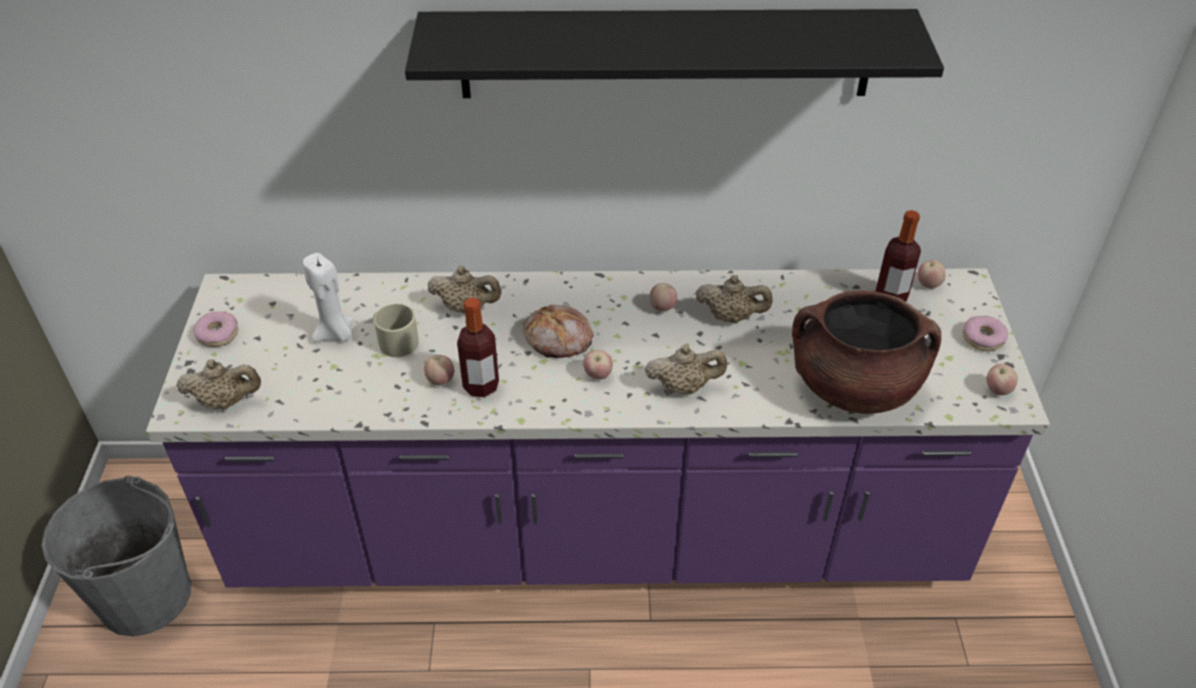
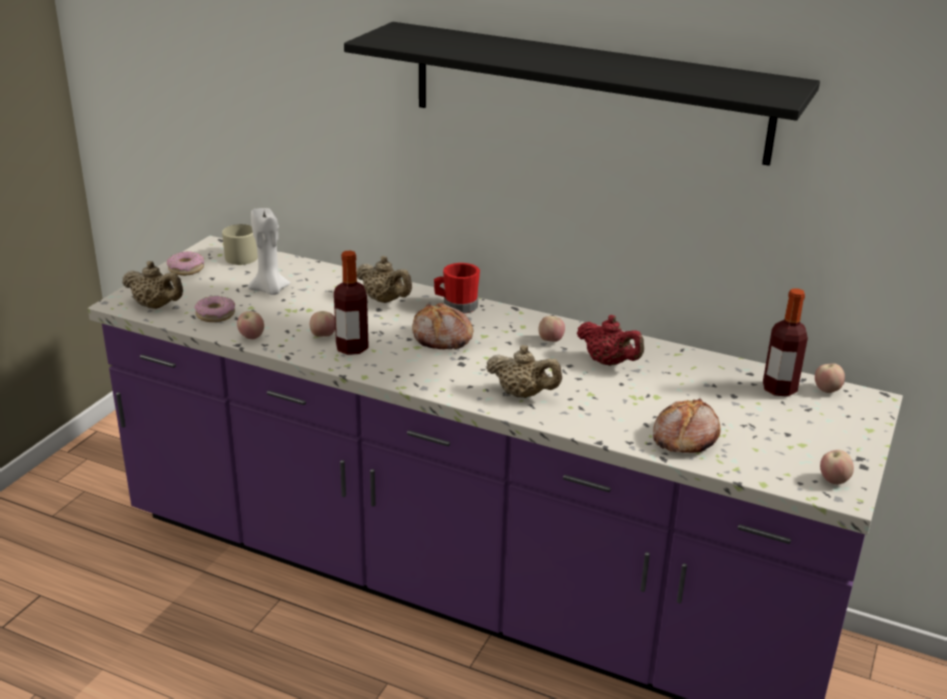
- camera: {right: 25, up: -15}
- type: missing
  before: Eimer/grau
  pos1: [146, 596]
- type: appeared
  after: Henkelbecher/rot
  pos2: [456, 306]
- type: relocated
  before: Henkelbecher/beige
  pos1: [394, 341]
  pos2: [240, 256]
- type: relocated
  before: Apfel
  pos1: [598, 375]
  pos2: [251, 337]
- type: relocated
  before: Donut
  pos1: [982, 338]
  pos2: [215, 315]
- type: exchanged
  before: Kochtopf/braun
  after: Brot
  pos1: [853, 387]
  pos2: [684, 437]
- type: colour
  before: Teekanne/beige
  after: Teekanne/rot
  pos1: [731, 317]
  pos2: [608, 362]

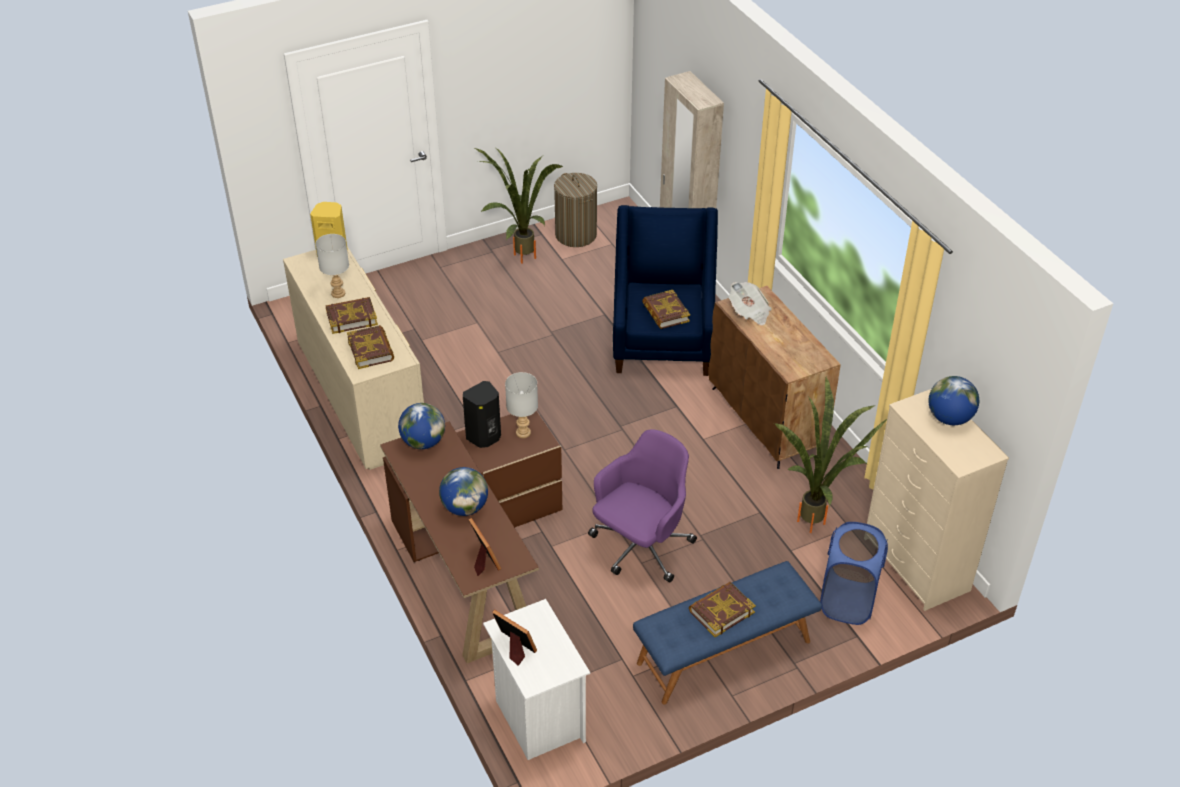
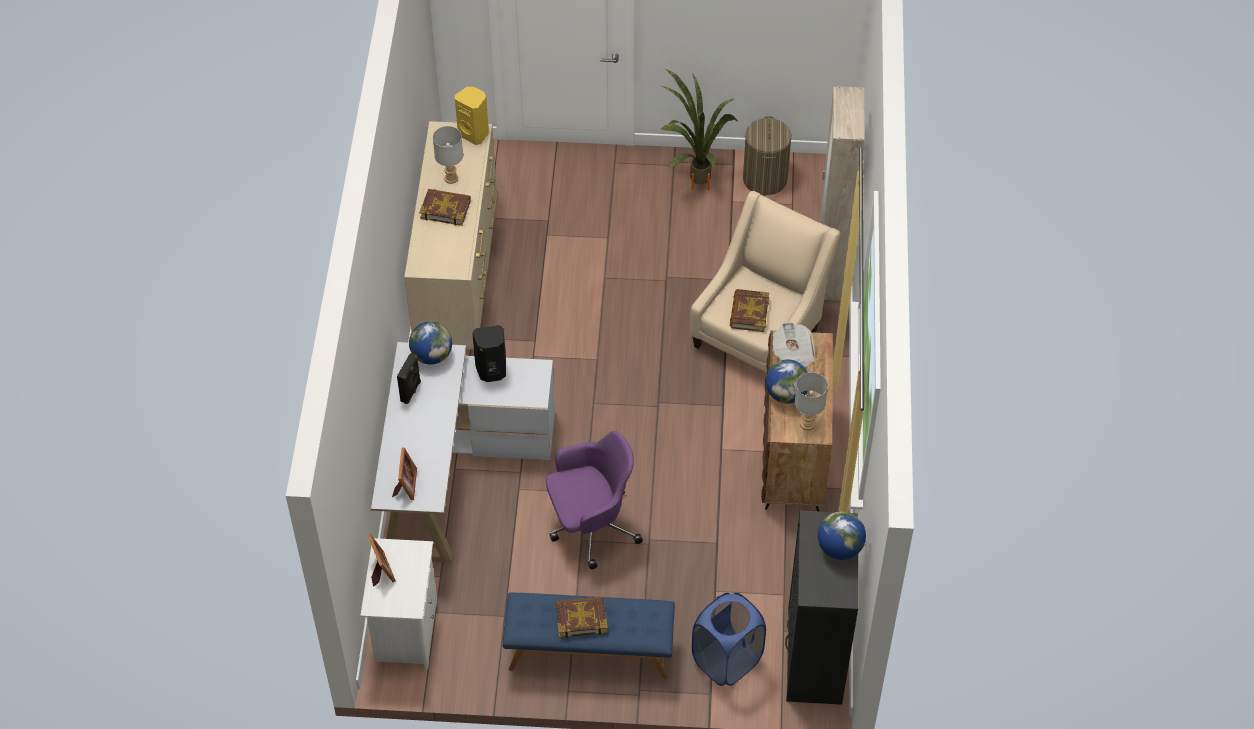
- camera: {right: 30, up: 10}
- type: missing
  before: Buch
  pos1: [371, 350]
- type: missing
  before: Topfpflanze
  pos1: [818, 520]
- type: appeared
  after: Lautsprecher/schwarz
  pos2: [411, 391]
- type: relocated
  before: Globus
  pos1: [465, 507]
  pos2: [786, 394]
- type: relocated
  before: Tischlampe/grau
  pos1: [523, 432]
  pos2: [807, 424]
- type: colour
  before: Schreibtisch/braun
  after: Schreibtisch/weiß
  pos1: [476, 557]
  pos2: [452, 470]
- type: colour
  before: Sessel/blau
  after: Sessel/beige
  pos1: [663, 342]
  pos2: [760, 333]
- type: colour
  before: Kommode/beige
  after: Kommode/schwarz
  pos1: [917, 565]
  pos2: [814, 658]

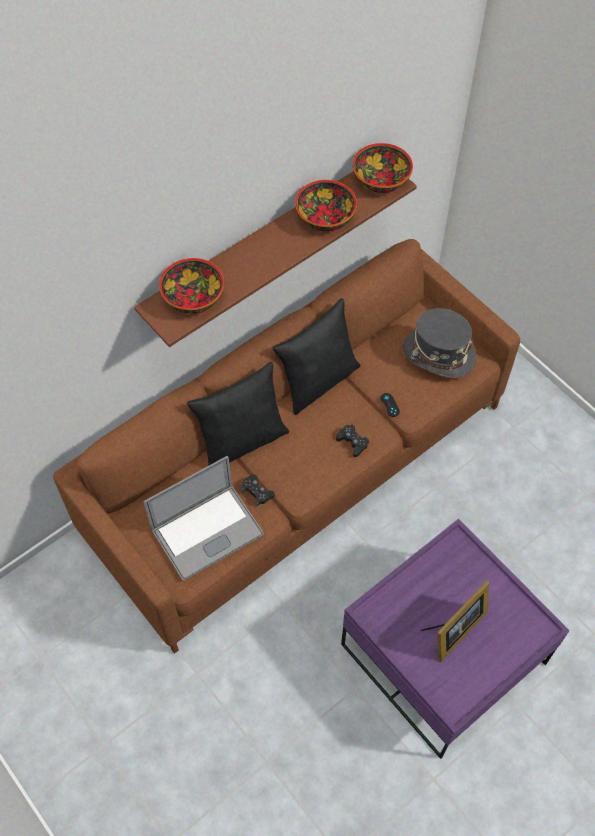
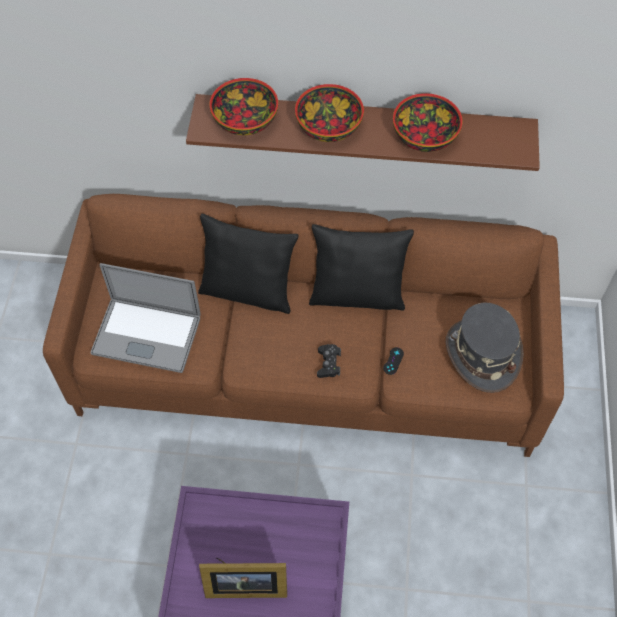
- camera: {right: 45, up: 0}
- type: missing
  before: Gamepad/schwarz
  pos1: [257, 492]
- type: relocated
  before: Schüssel
  pos1: [381, 181]
  pos2: [328, 127]

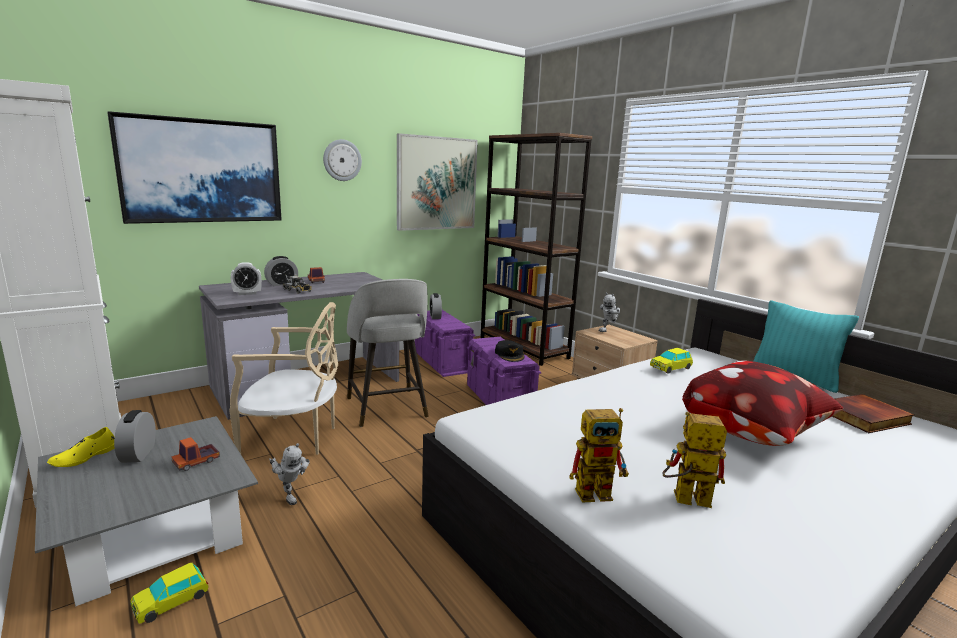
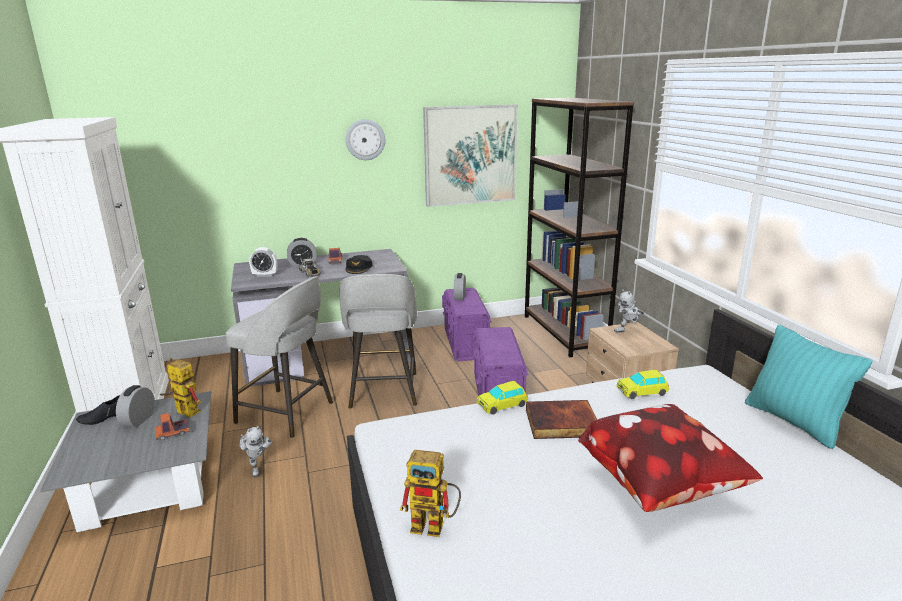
- camera: {right: 20, up: 5}
- type: missing
  before: Bild
  pos1: [202, 171]
- type: relocated
  before: Spielzeugauto
  pos1: [171, 601]
  pos2: [502, 405]
- type: relocated
  before: Kappe/schwarz
  pos1: [510, 355]
  pos2: [359, 268]
- type: relocated
  before: Spielzeugroboter
  pos1: [684, 500]
  pos2: [183, 411]
- type: relocated
  before: Buch
  pos1: [865, 417]
  pos2: [561, 424]
- type: exchanged
  before: Stuhl/beige
  after: Hocker/grau
  pos1: [293, 439]
  pos2: [287, 413]
- type: colour
  before: Schuh/gelb
  after: Schuh/schwarz
  pos1: [84, 457]
  pos2: [103, 417]

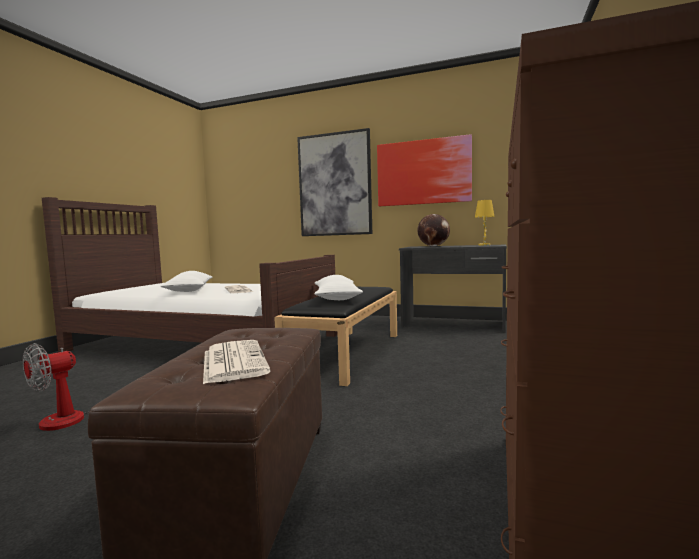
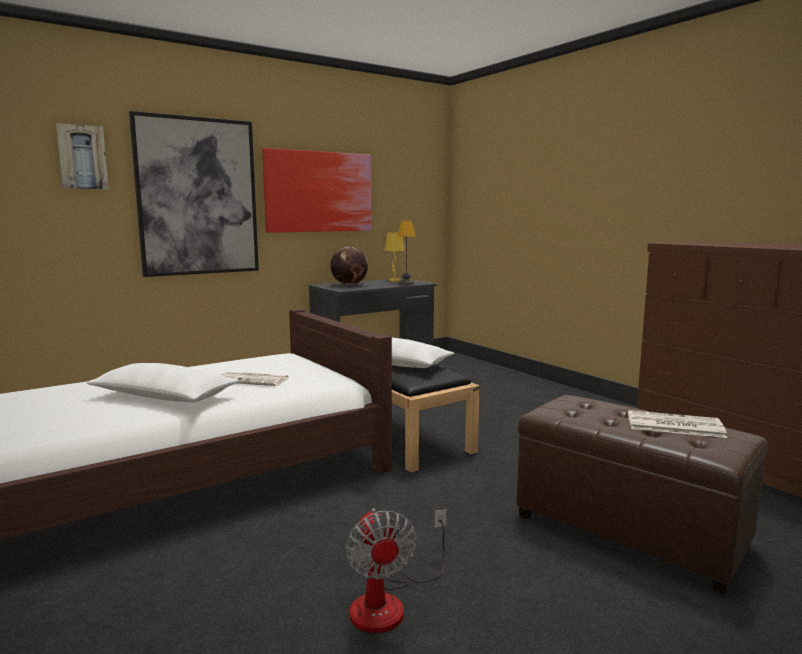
- camera: {right: -55, up: 5}
- type: appeared
  after: Bild
  pos2: [82, 157]
- type: appeared
  after: Tischlampe
  pos2: [406, 284]

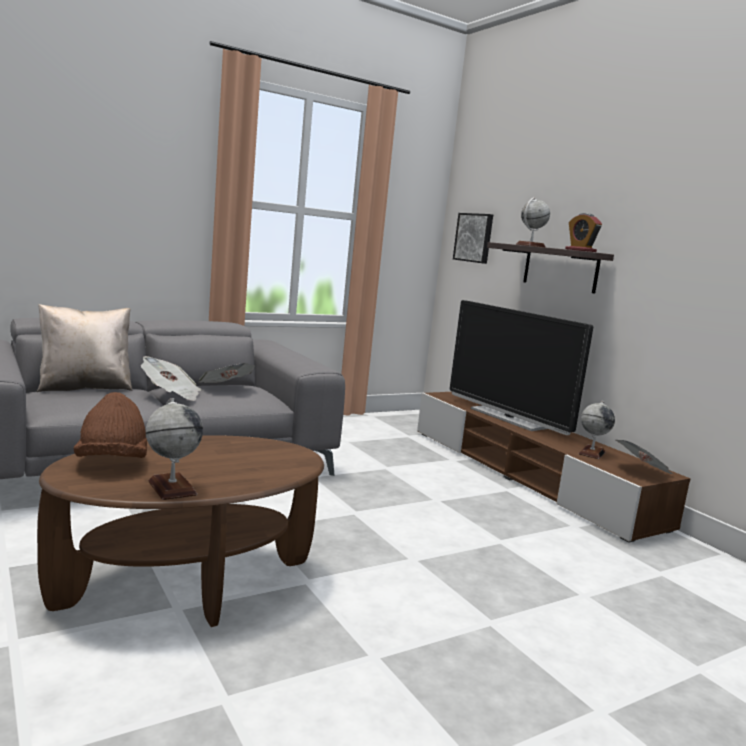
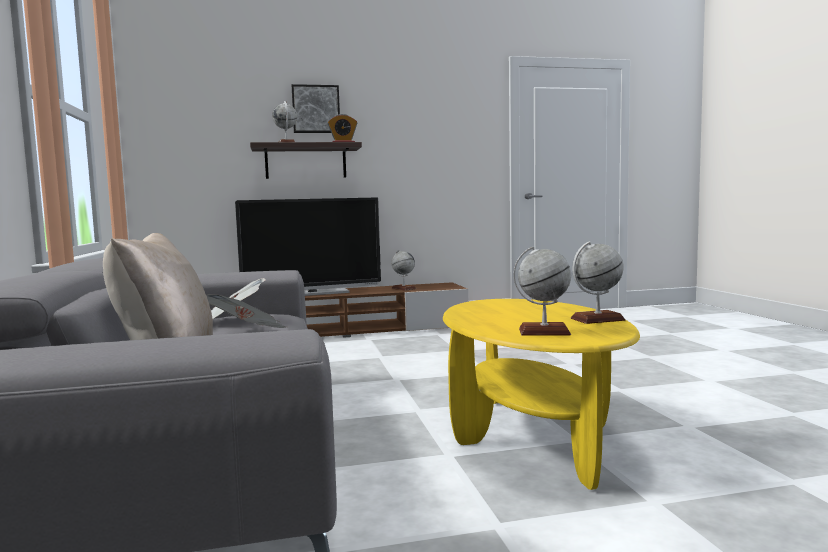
- camera: {right: -70, up: -5}
- type: missing
  before: Zeitung
  pos1: [643, 472]
- type: relocated
  before: Bild
  pos1: [474, 238]
  pos2: [316, 109]
- type: exchanged
  before: Hut/braun
  after: Globus
  pos1: [112, 463]
  pos2: [544, 331]
- type: colour
  before: Couchtisch/braun
  after: Couchtisch/gelb
  pos1: [188, 584]
  pos2: [532, 436]

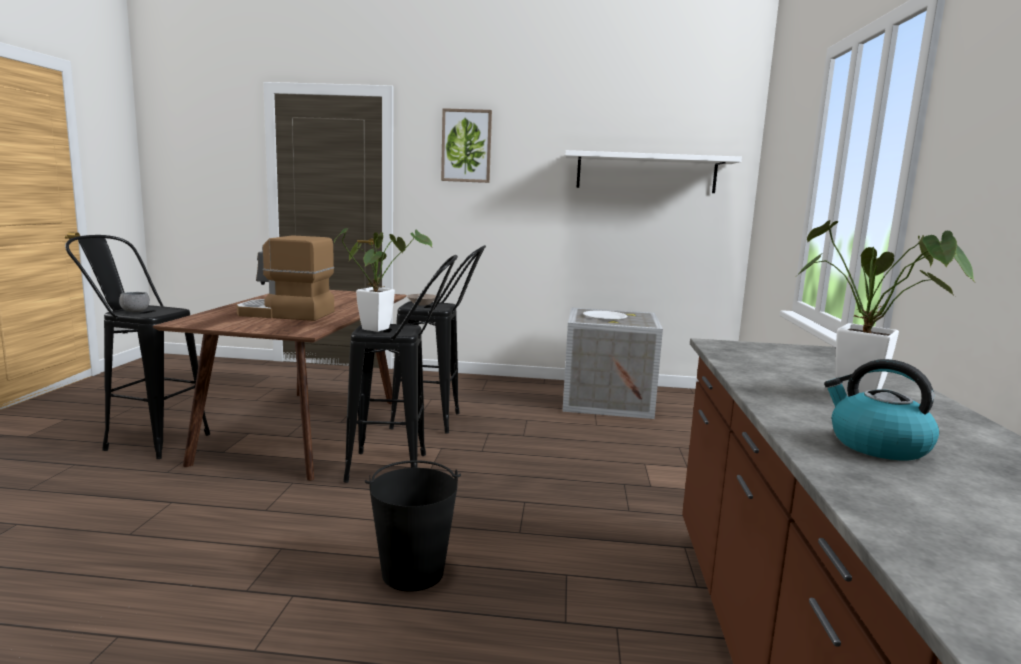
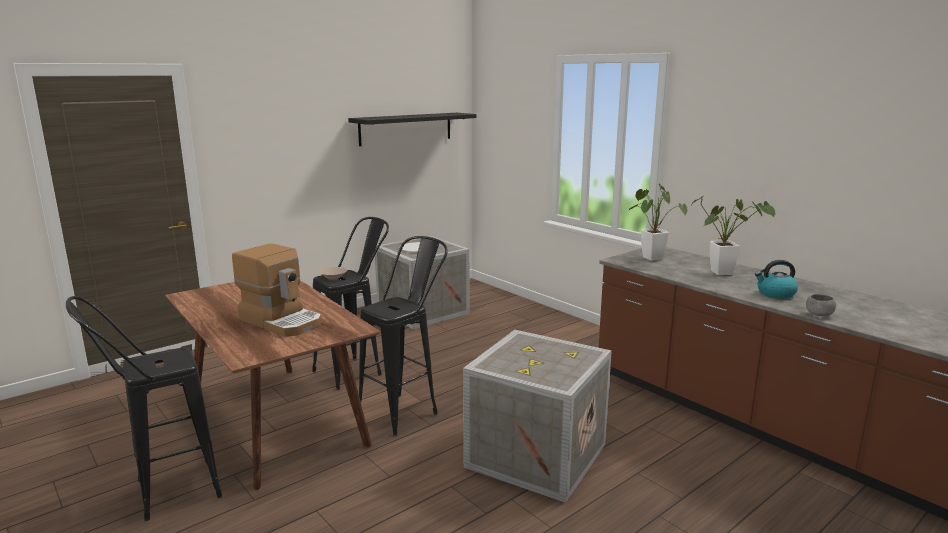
- camera: {right: -45, up: 5}
- type: missing
  before: Bild
  pos1: [466, 146]
- type: relocated
  before: Schüssel/grau
  pos1: [135, 311]
  pos2: [819, 314]
- type: relocated
  before: Topfpflanze
  pos1: [379, 328]
  pos2: [650, 257]
- type: exchanged
  before: Eimer/schwarz
  after: Kiste
  pos1: [413, 572]
  pos2: [535, 454]
- type: colour
  before: Wandregal/weiß
  after: Wandregal/schwarz
  pos1: [646, 173]
  pos2: [406, 128]
- type: spun
  before: Kaffeemaschine
  pos1: [285, 314]
  pos2: [282, 321]
  turn: -105

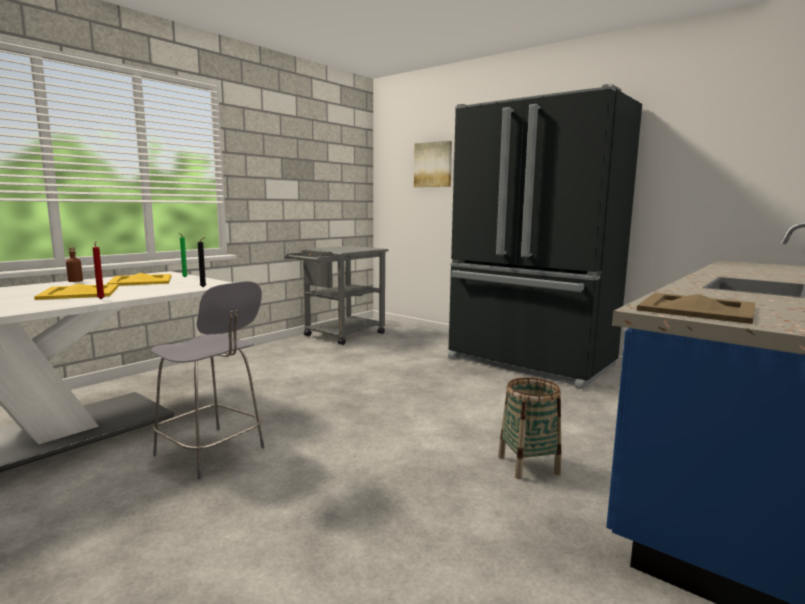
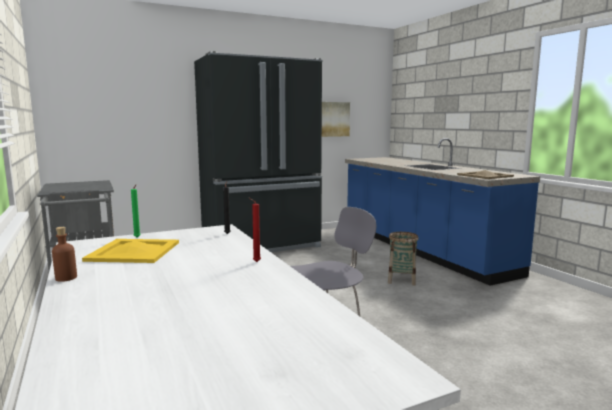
- camera: {right: -65, up: 0}
- type: missing
  before: Tablett/gelb
  pos1: [79, 293]
- type: relocated
  before: Bild
  pos1: [433, 164]
  pos2: [333, 119]

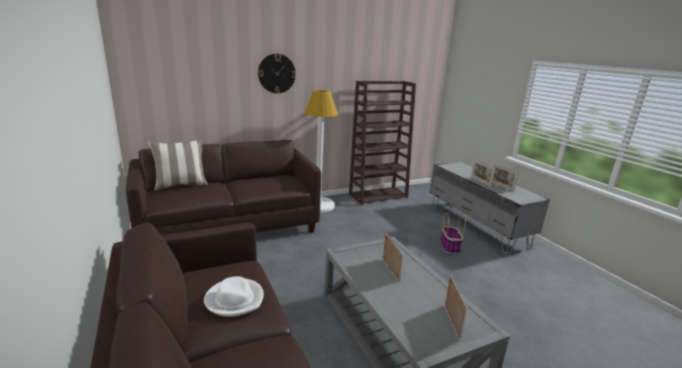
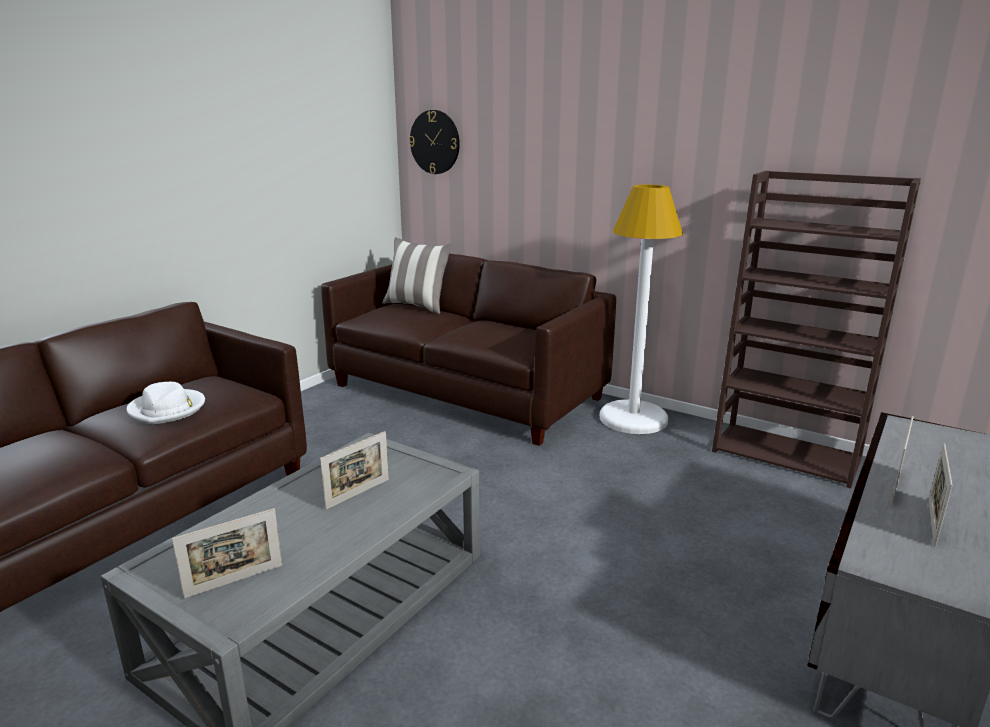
- camera: {right: 60, up: 0}
- type: missing
  before: Korb
  pos1: [450, 247]
- type: relocated
  before: Wanduhr
  pos1: [276, 73]
  pos2: [435, 142]

